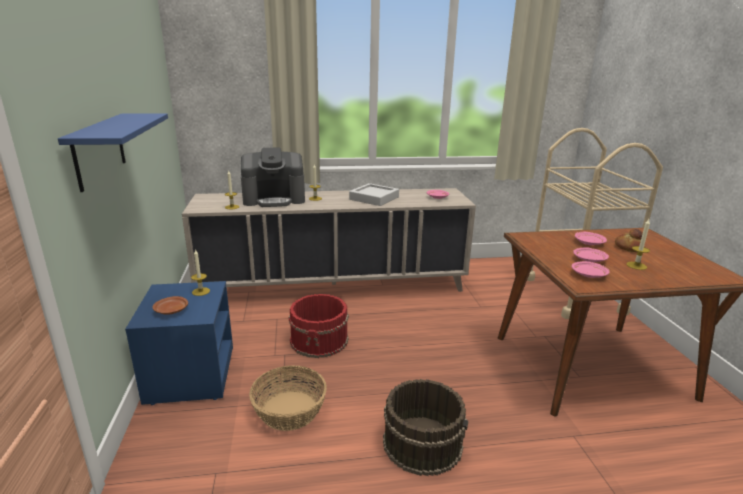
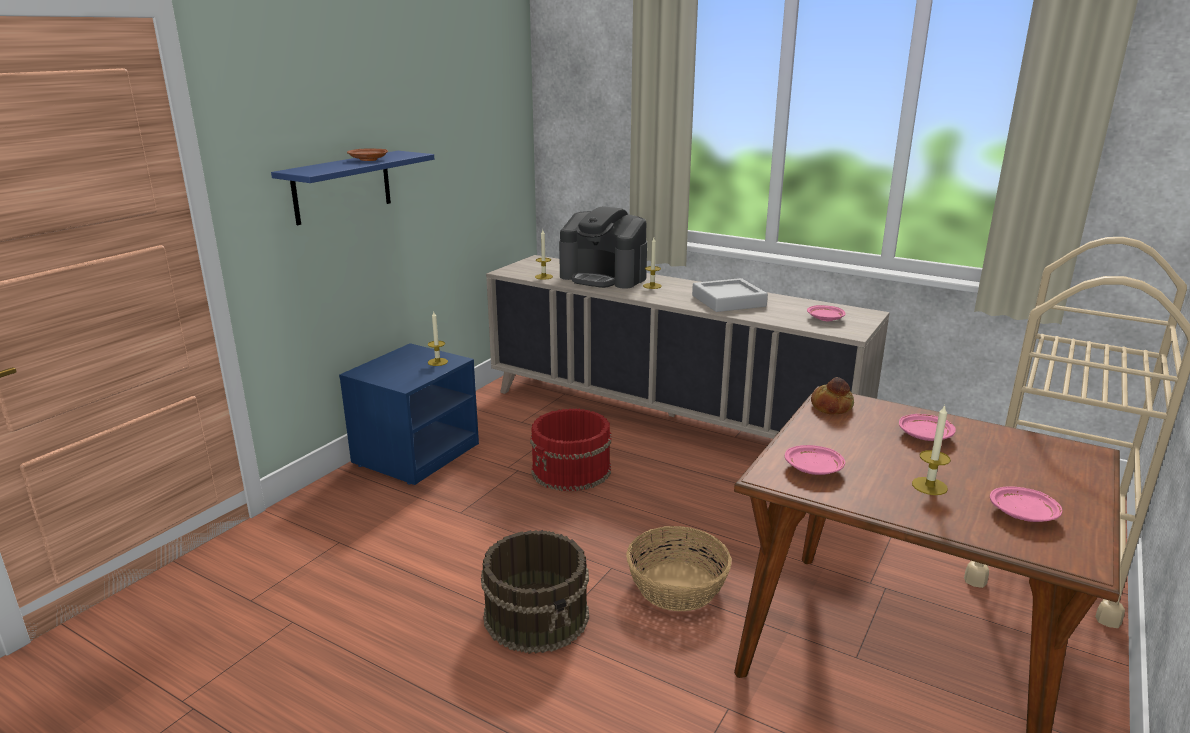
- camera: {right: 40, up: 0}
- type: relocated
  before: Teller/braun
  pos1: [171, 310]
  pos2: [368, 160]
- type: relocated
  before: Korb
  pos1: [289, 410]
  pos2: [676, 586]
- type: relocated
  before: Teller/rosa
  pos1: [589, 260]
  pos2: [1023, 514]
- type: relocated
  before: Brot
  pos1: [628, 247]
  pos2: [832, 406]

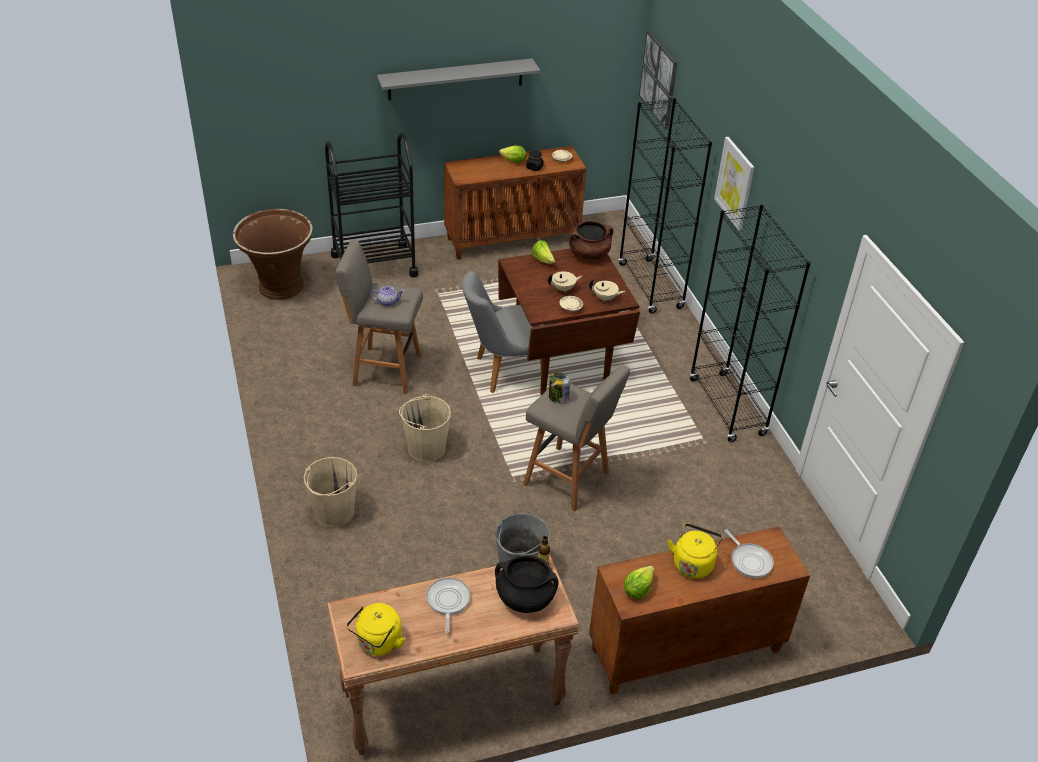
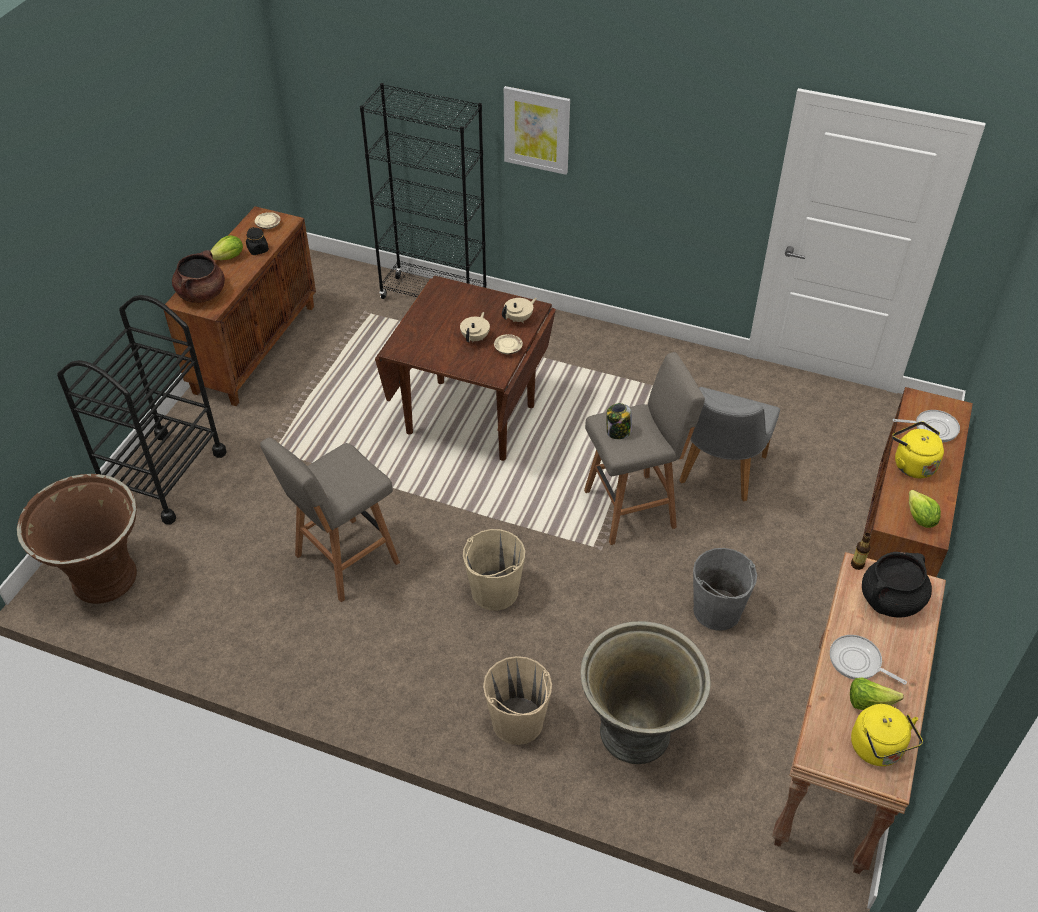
- camera: {right: -50, up: 5}
- type: missing
  before: Teekanne
  pos1: [387, 302]
- type: missing
  before: Wandregal/grau
  pos1: [455, 79]
- type: missing
  before: Bild
  pos1: [658, 79]
- type: missing
  before: Bücherregal/schwarz
  pos1: [727, 407]
- type: appeared
  after: Pflanzkübel/grau
  pos2: [636, 734]
- type: relocated
  before: Stuhl/grau
  pos1: [503, 372]
  pos2: [718, 474]
- type: relocated
  before: Salatkopf
  pos1: [543, 260]
  pos2: [868, 702]
- type: relocated
  before: Kochtopf/braun
  pos1: [589, 254]
  pos2: [202, 294]

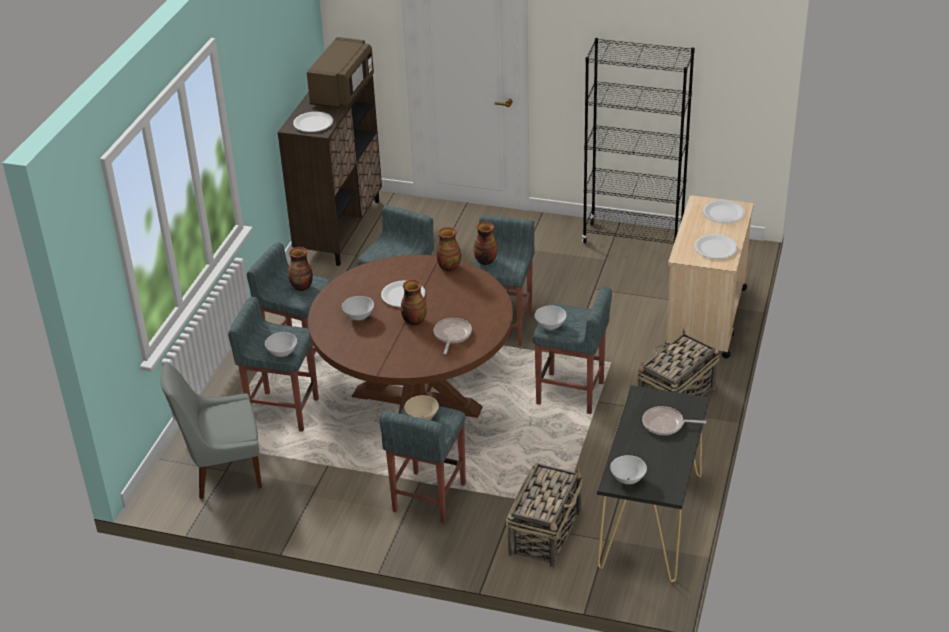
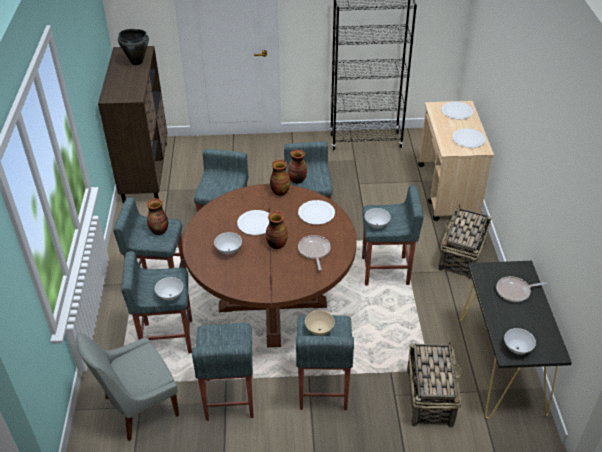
- camera: {right: -20, up: 5}
- type: appeared
  after: Hocker/grau
  pos2: [229, 398]
- type: relocated
  before: Teller/weiß
  pos1: [313, 123]
  pos2: [316, 213]
- type: exchanged
  before: Mikrowelle/braun
  after: Kochtopf/schwarz
  pos1: [343, 91]
  pos2: [136, 62]

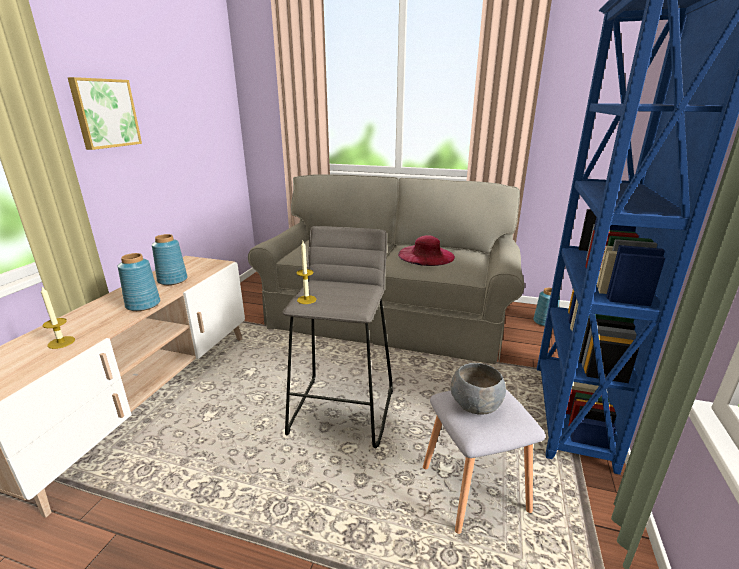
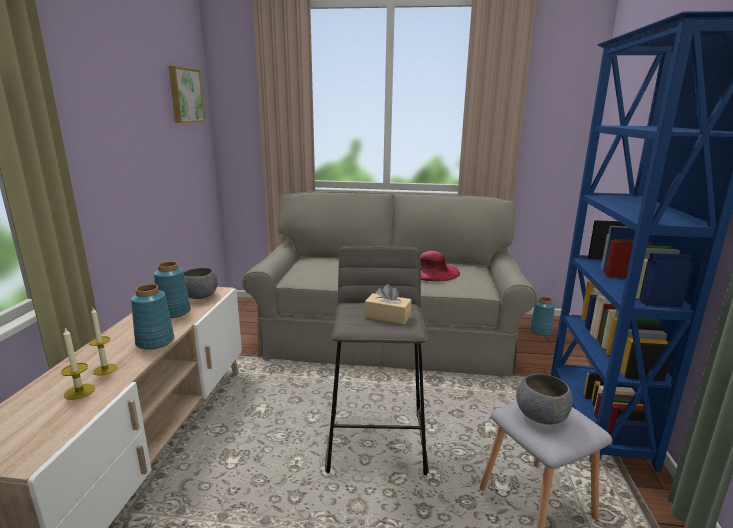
- camera: {right: -10, up: -5}
- type: appeared
  after: Schüssel/grau
  pos2: [200, 296]
- type: appeared
  after: Taschentuchbox/beige
  pos2: [387, 316]
- type: relocated
  before: Bild
  pos1: [105, 113]
  pos2: [185, 95]
- type: relocated
  before: Kerze
  pos1: [306, 299]
  pos2: [105, 369]

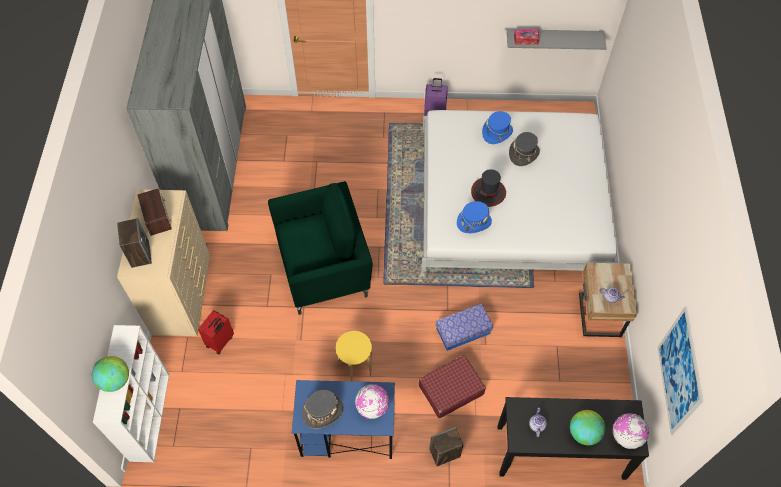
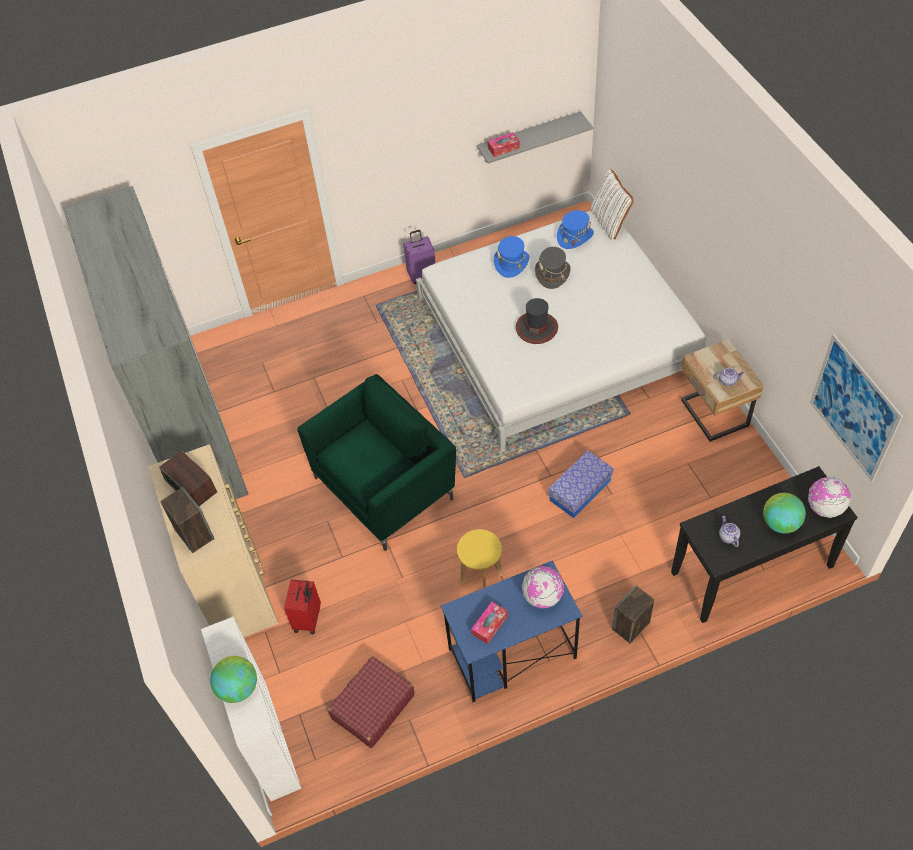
- camera: {right: -20, up: -5}
- type: appeared
  after: Kissen/weiß
  pos2: [610, 222]
- type: relocated
  before: Koffer/rot
  pos1: [450, 390]
  pos2: [372, 706]
- type: relocated
  before: Hut/blau
  pos1: [474, 222]
  pos2: [575, 236]
- type: exchanged
  before: Hut/grau
  after: Taschentuchbox
  pos1: [322, 411]
  pos2: [489, 625]

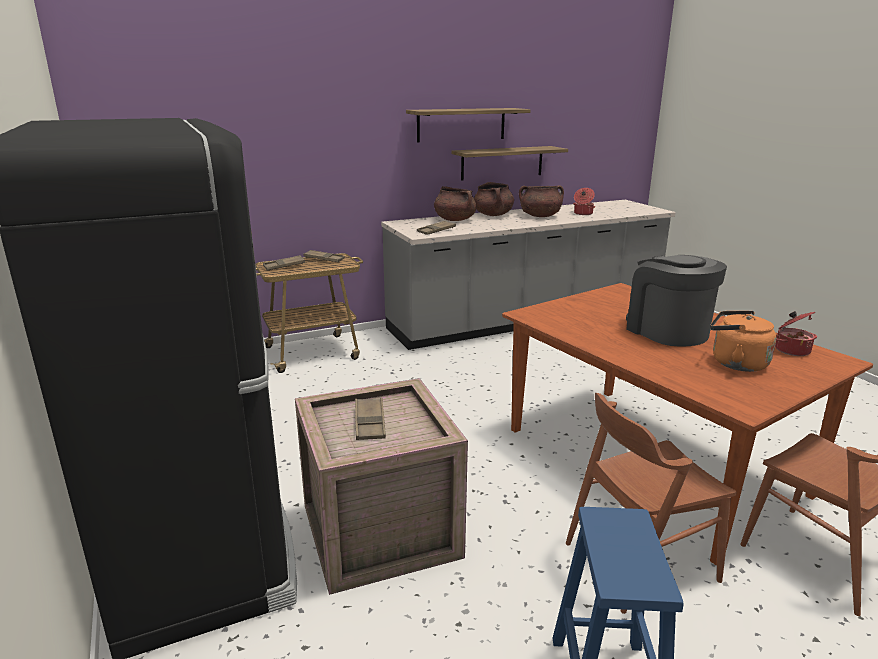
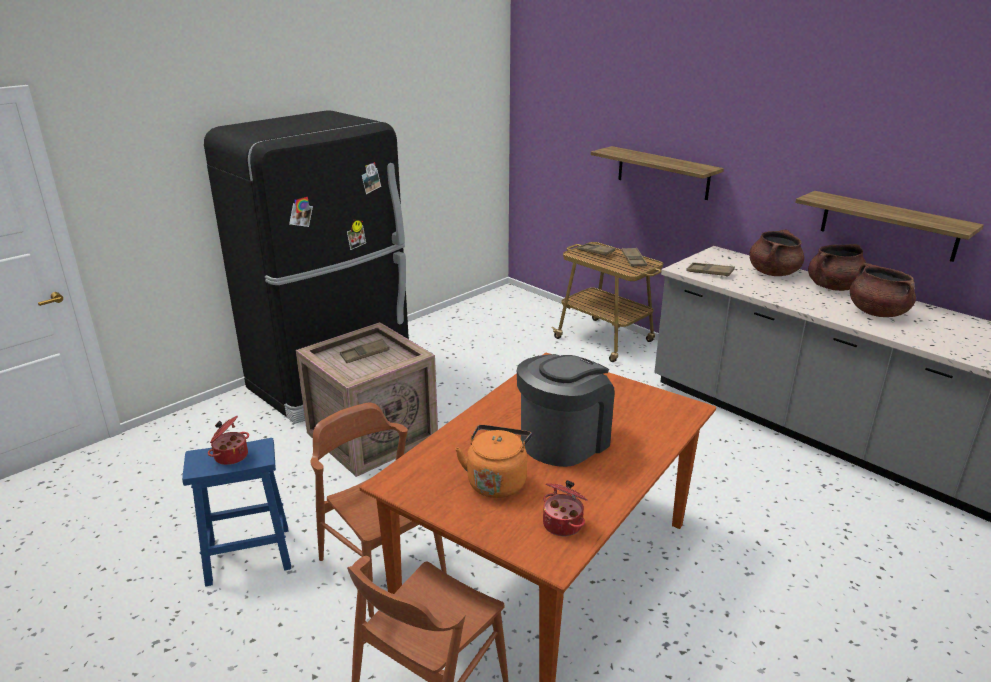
- camera: {right: 70, up: 5}
- type: relocated
  before: Wandregal
  pos1: [461, 124]
  pos2: [663, 173]
- type: relocated
  before: Kochtopf
  pos1: [582, 213]
  pos2: [230, 456]

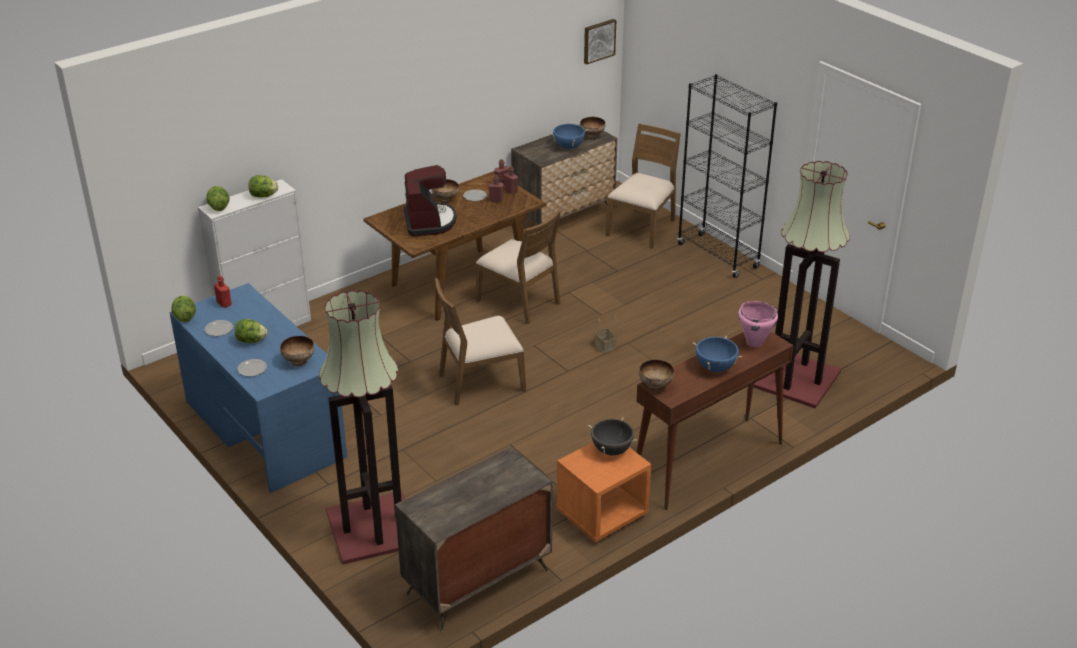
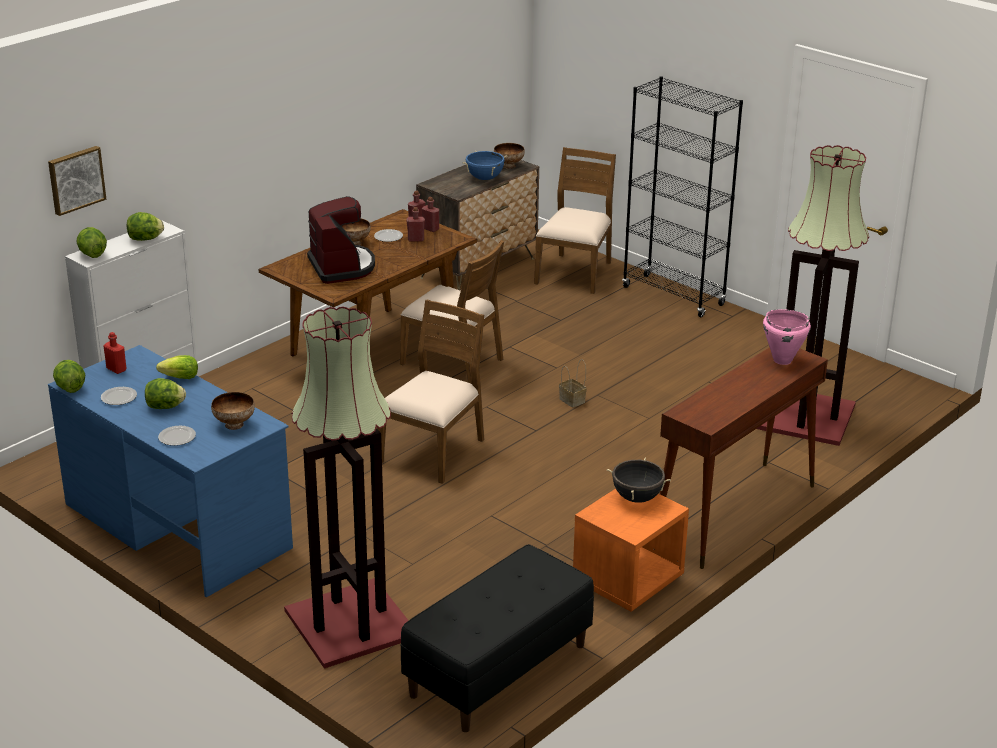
- camera: {right: -10, up: -5}
- type: missing
  before: Schüssel
  pos1: [655, 386]
- type: missing
  before: Kochtopf/blau
  pos1: [715, 367]
- type: appeared
  after: Salatkopf
  pos2: [180, 378]
- type: relocated
  before: Bild
  pos1: [598, 40]
  pos2: [75, 179]
- type: exchanged
  before: Kommode
  after: Bank/schwarz
  pos1: [476, 582]
  pos2: [498, 671]
- type: spun
  before: Stuhl/braun
  pos1: [480, 382]
  pos2: [433, 451]
  turn: 150

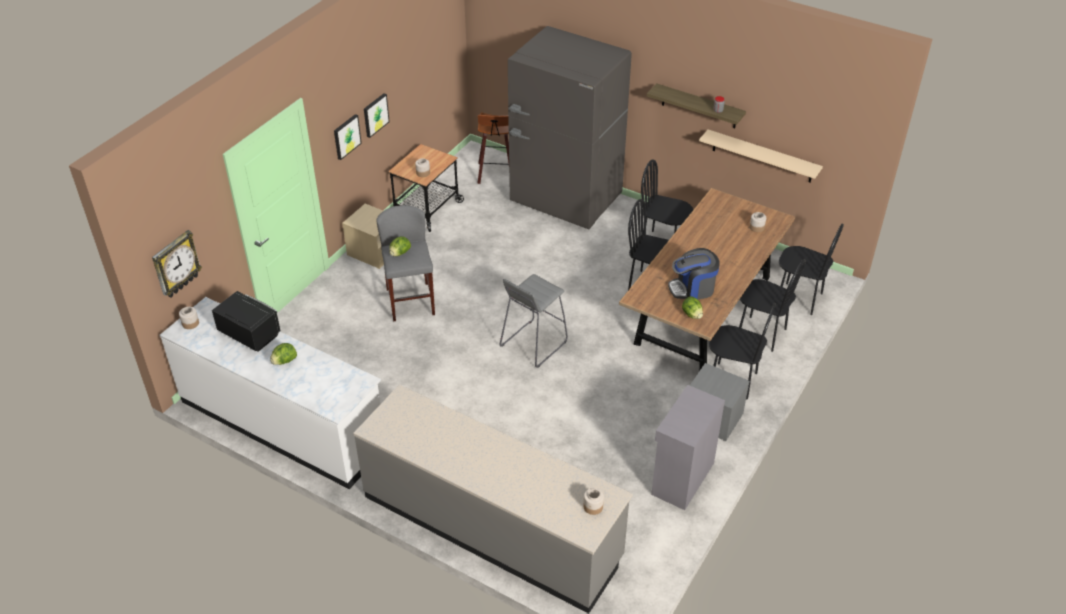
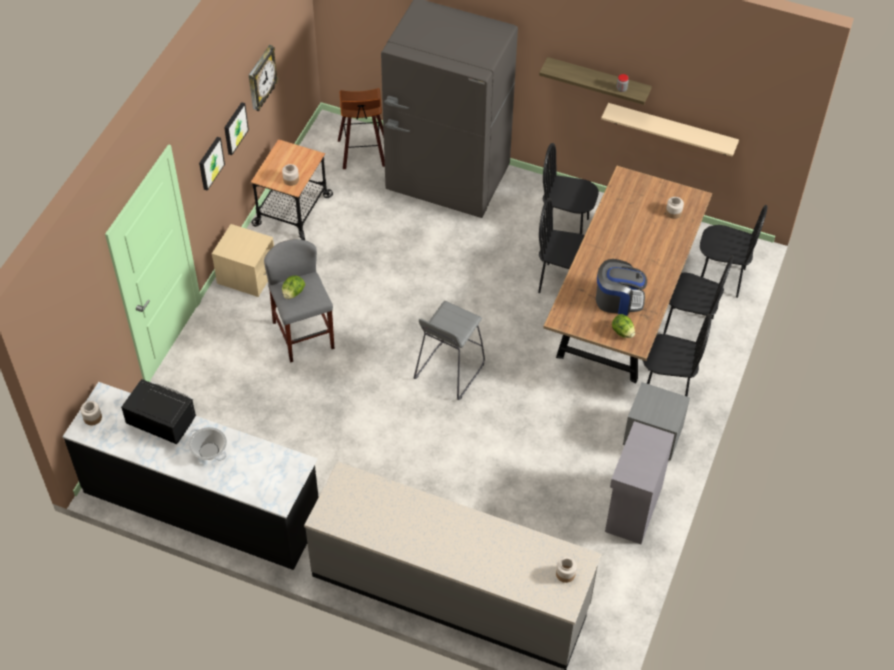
- camera: {right: -10, up: 10}
- type: relocated
  before: Wanduhr
  pos1: [175, 264]
  pos2: [261, 79]
- type: exchanged
  before: Salatkopf
  after: Kochtopf
  pos1: [284, 361]
  pos2: [209, 451]
- type: colour
  before: Küchenzeile/weiß
  after: Küchenzeile/schwarz
  pos1: [283, 423]
  pos2: [202, 503]
- type: spun
  before: Kaffeemaschine
  pos1: [692, 289]
  pos2: [618, 300]
  turn: -150

